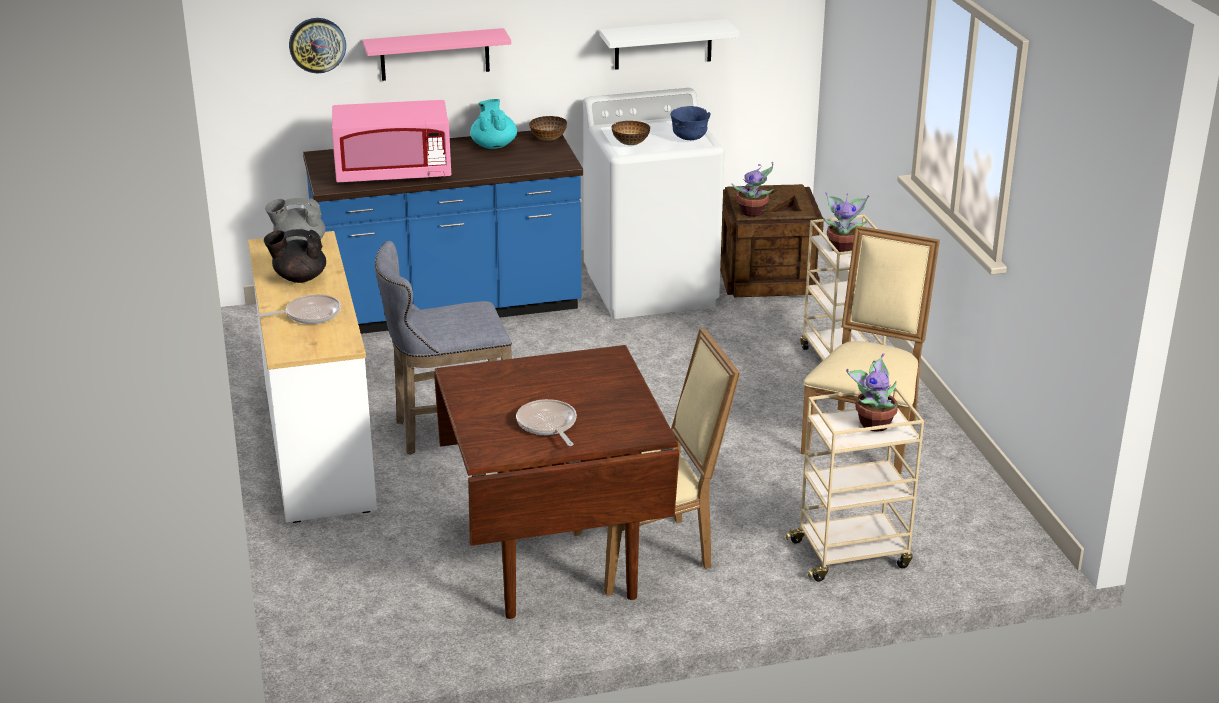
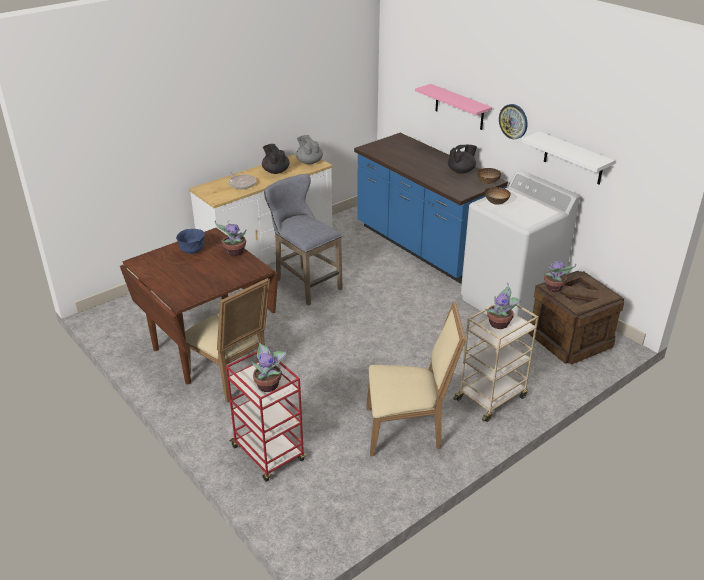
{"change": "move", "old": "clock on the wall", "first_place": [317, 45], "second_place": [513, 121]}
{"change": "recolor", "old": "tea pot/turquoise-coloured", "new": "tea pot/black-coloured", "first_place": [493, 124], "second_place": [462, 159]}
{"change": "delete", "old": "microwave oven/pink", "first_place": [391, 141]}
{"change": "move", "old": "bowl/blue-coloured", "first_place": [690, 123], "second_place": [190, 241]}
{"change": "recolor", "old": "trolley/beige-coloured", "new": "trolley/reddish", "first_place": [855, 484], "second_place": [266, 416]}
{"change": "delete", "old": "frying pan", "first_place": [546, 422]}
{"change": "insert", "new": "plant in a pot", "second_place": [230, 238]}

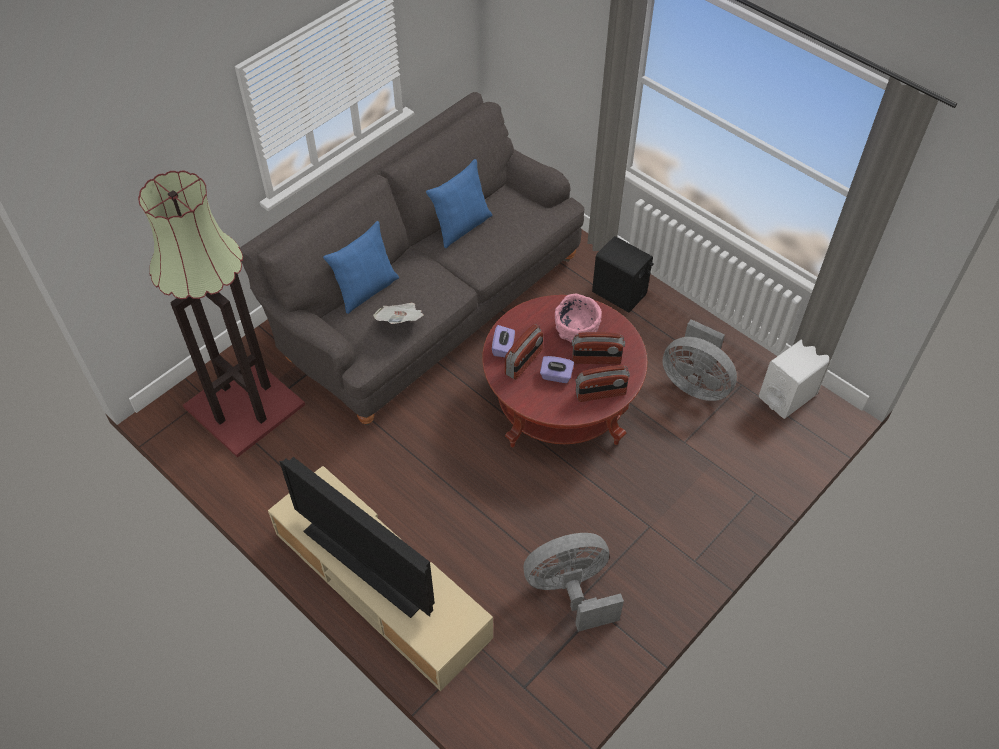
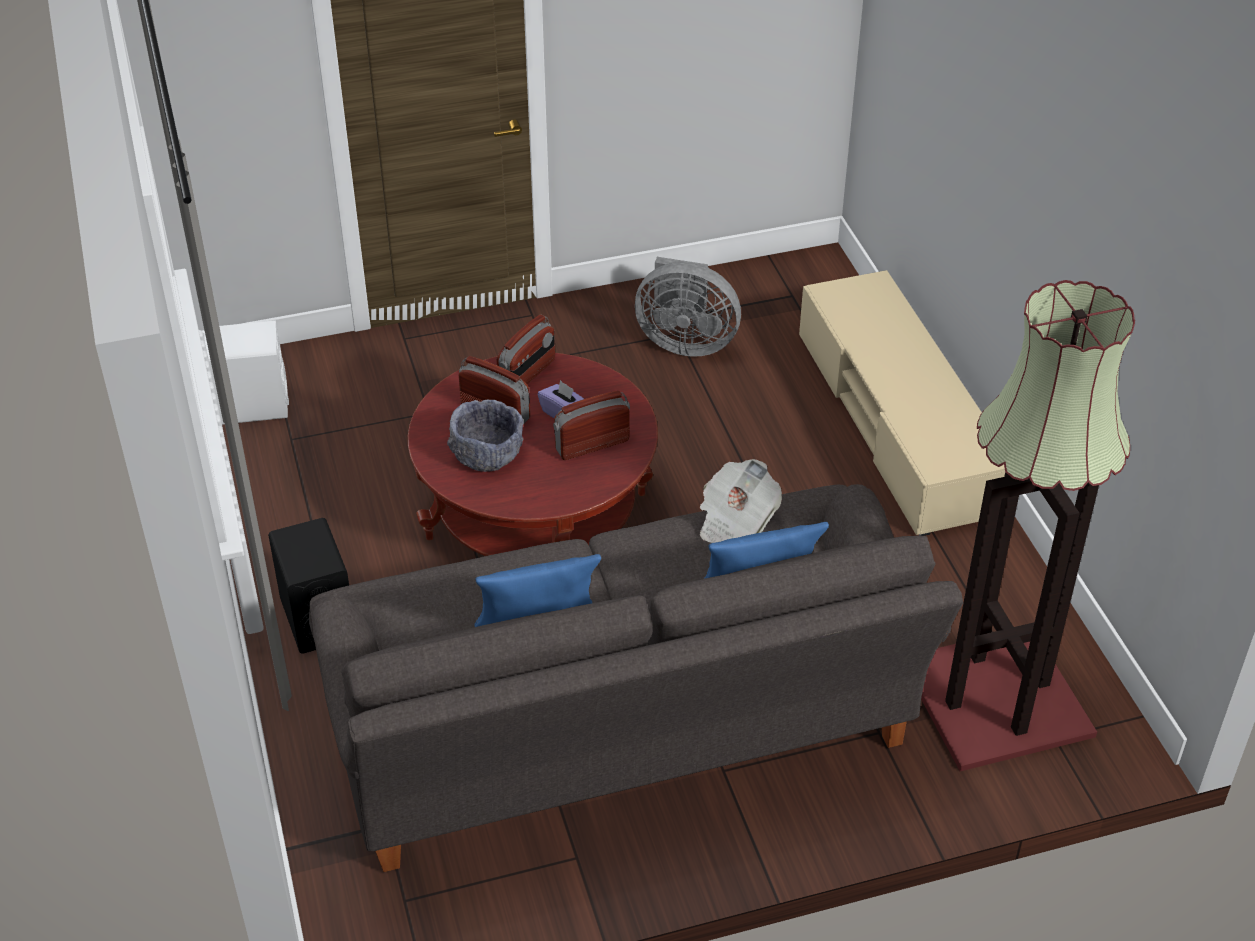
{"change": "recolor", "old": "bowl/pink", "new": "bowl/gray", "first_place": [578, 318], "second_place": [485, 435]}
{"change": "delete", "old": "electric fan/gray", "first_place": [699, 360]}
{"change": "delete", "old": "tissue box/purple-coloured", "first_place": [503, 341]}
{"change": "rotate", "old": "radio receiver", "first_place": [603, 383], "second_place": [525, 349], "degrees": 105}
{"change": "delete", "old": "TV set", "first_place": [357, 537]}

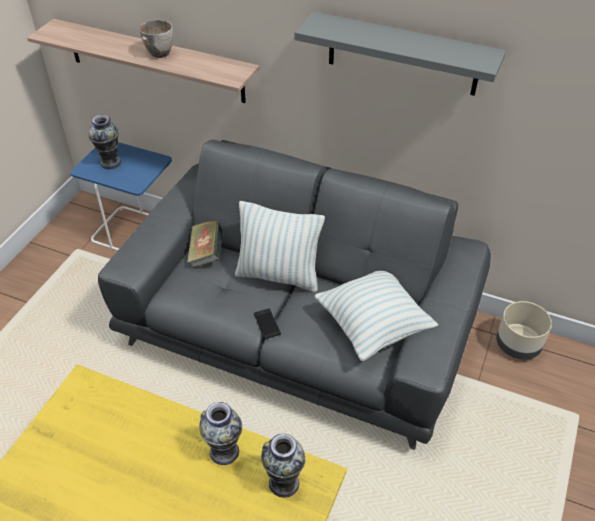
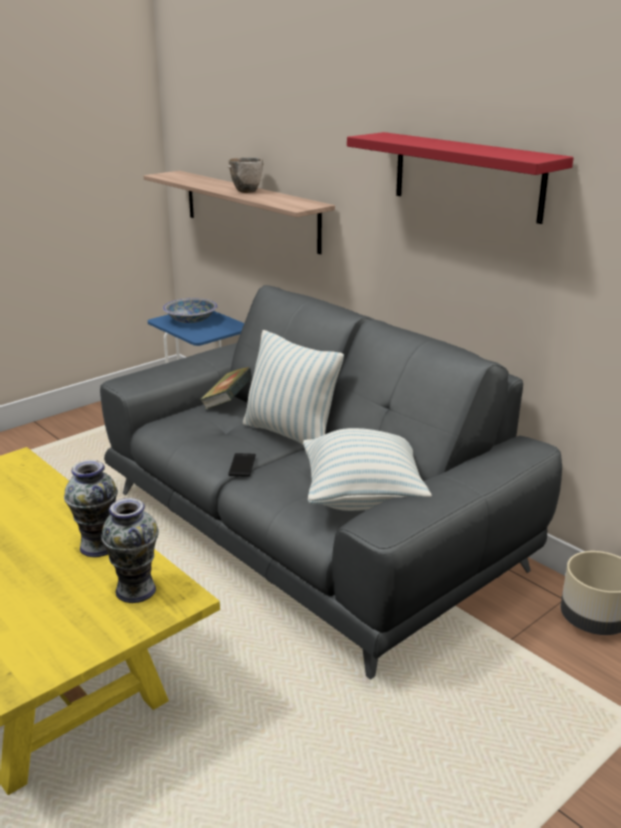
{"change": "recolor", "old": "bracket shelf/gray", "new": "bracket shelf/reddish", "first_place": [400, 54], "second_place": [460, 178]}
{"change": "replace", "old": "vase", "new": "bowl", "first_place": [105, 142], "second_place": [190, 310]}

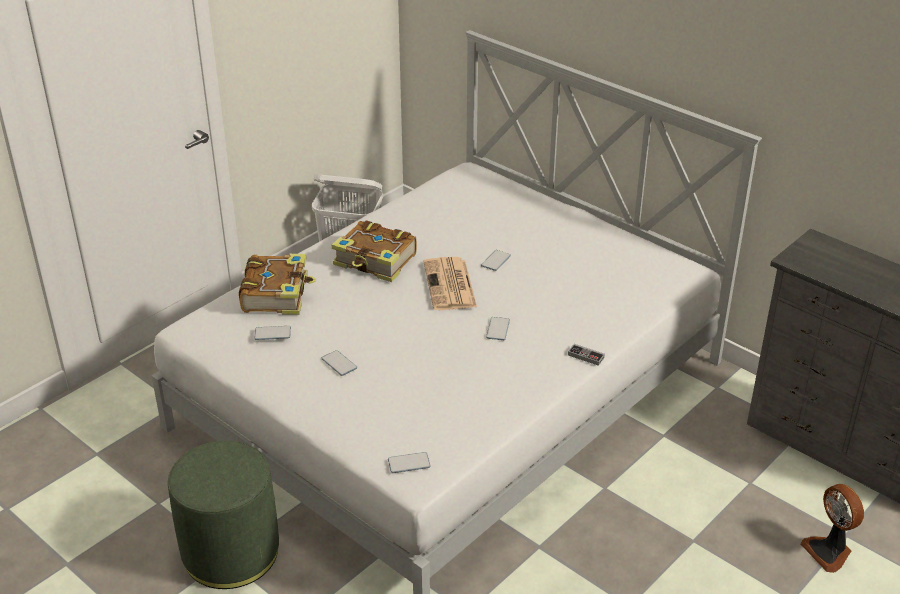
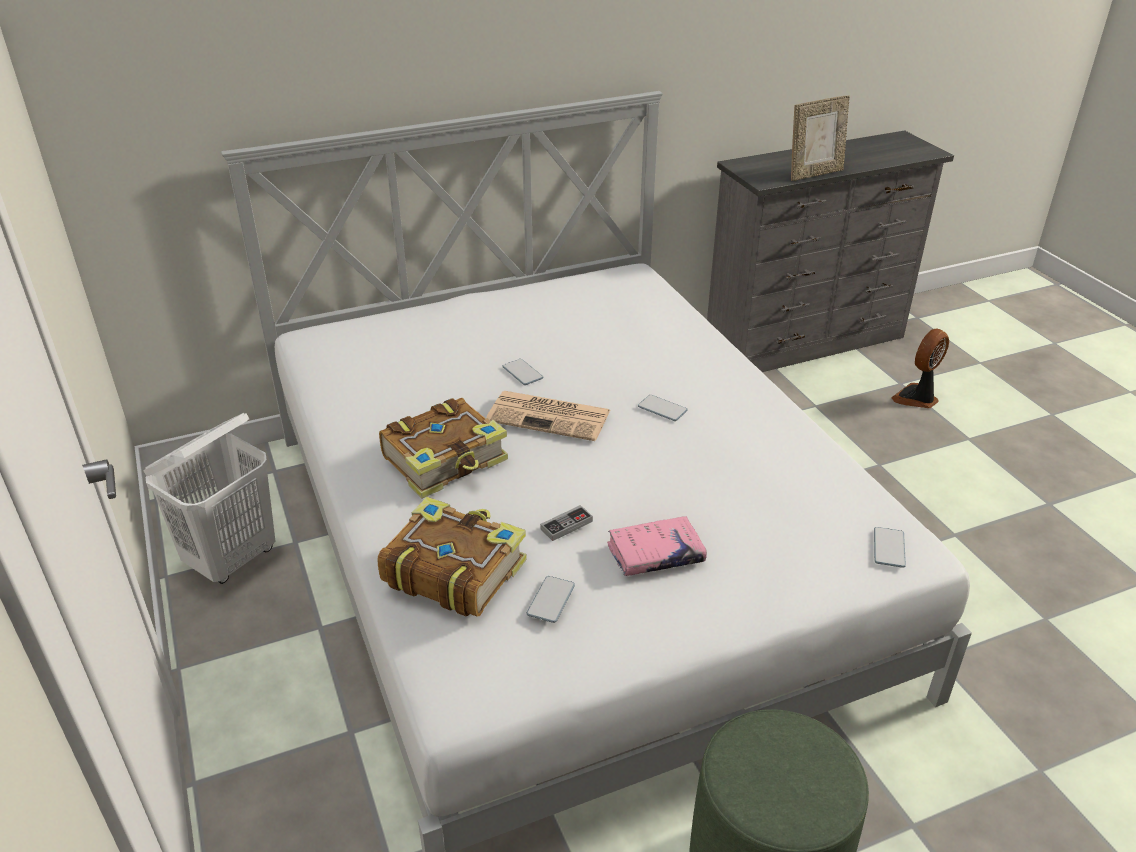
{"change": "move", "old": "joypad", "first_place": [586, 355], "second_place": [566, 523]}
{"change": "replace", "old": "phone", "new": "volume/pink", "first_place": [339, 363], "second_place": [657, 546]}
{"change": "rotate", "old": "electric fan", "first_place": [832, 528], "second_place": [920, 368], "degrees": 135}
{"change": "insert", "new": "standing frame", "second_place": [820, 138]}

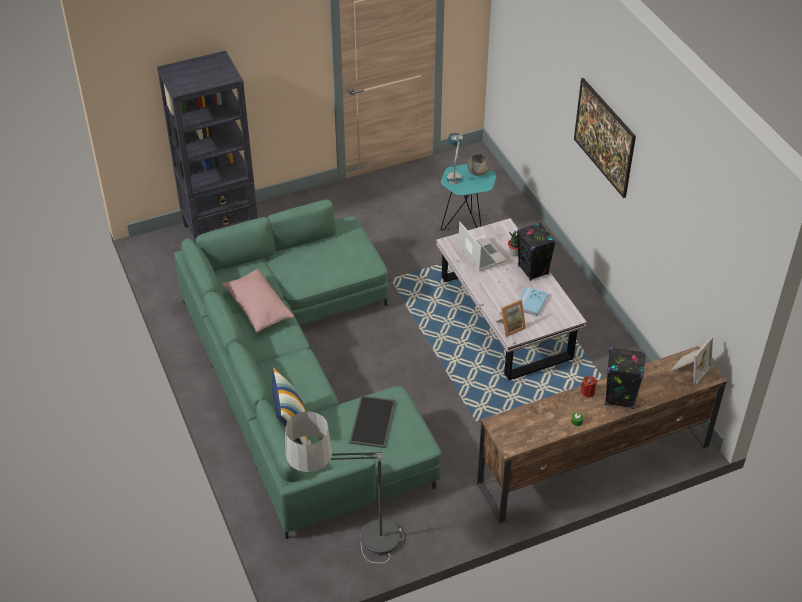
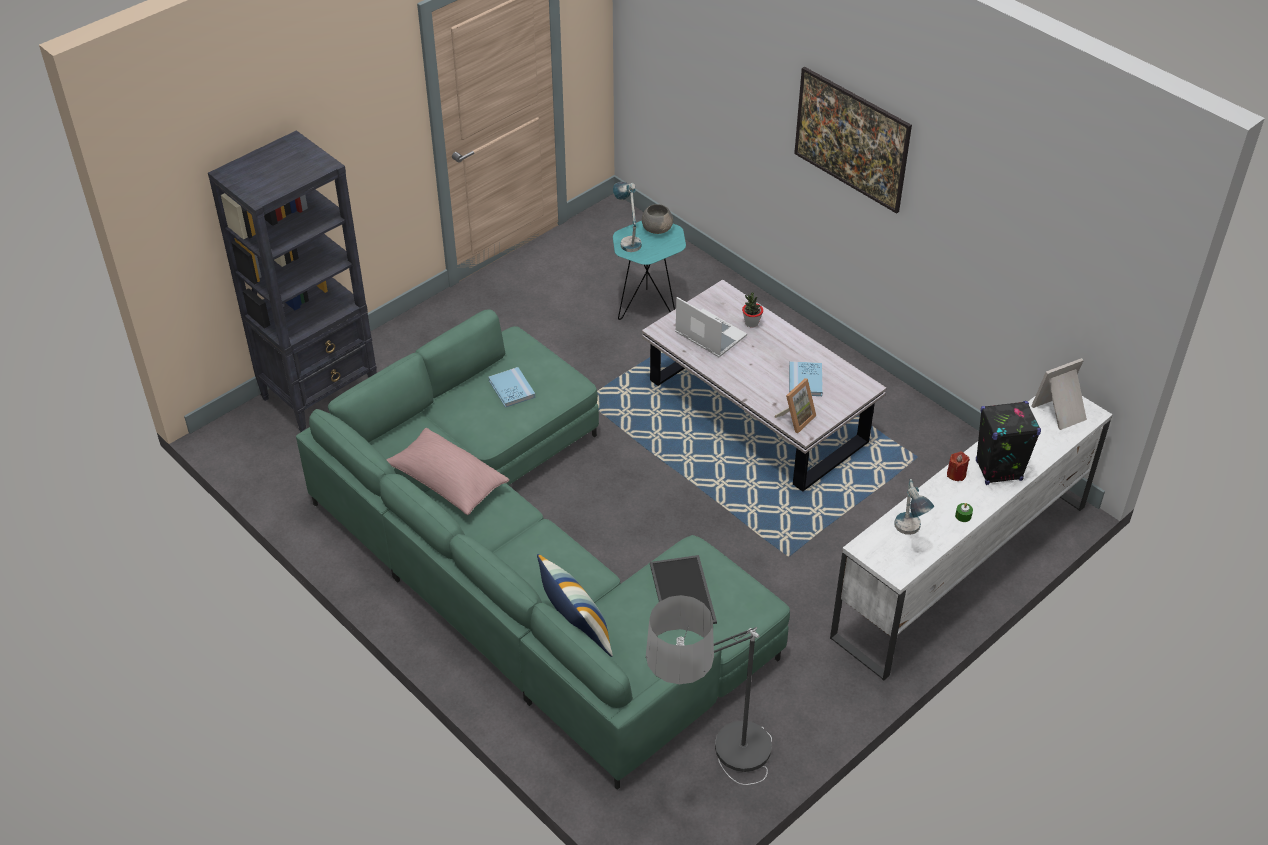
{"change": "delete", "old": "speaker/black-coloured", "first_place": [536, 251]}
{"change": "rotate", "old": "standing frame", "first_place": [691, 362], "second_place": [1059, 394], "degrees": -135}
{"change": "recolor", "old": "tv unit/brownish", "new": "tv unit/white", "first_place": [602, 434], "second_place": [971, 538]}
{"change": "insert", "new": "volume/blue-coloured", "second_place": [511, 387]}
{"change": "insert", "new": "table lamp", "second_place": [914, 507]}

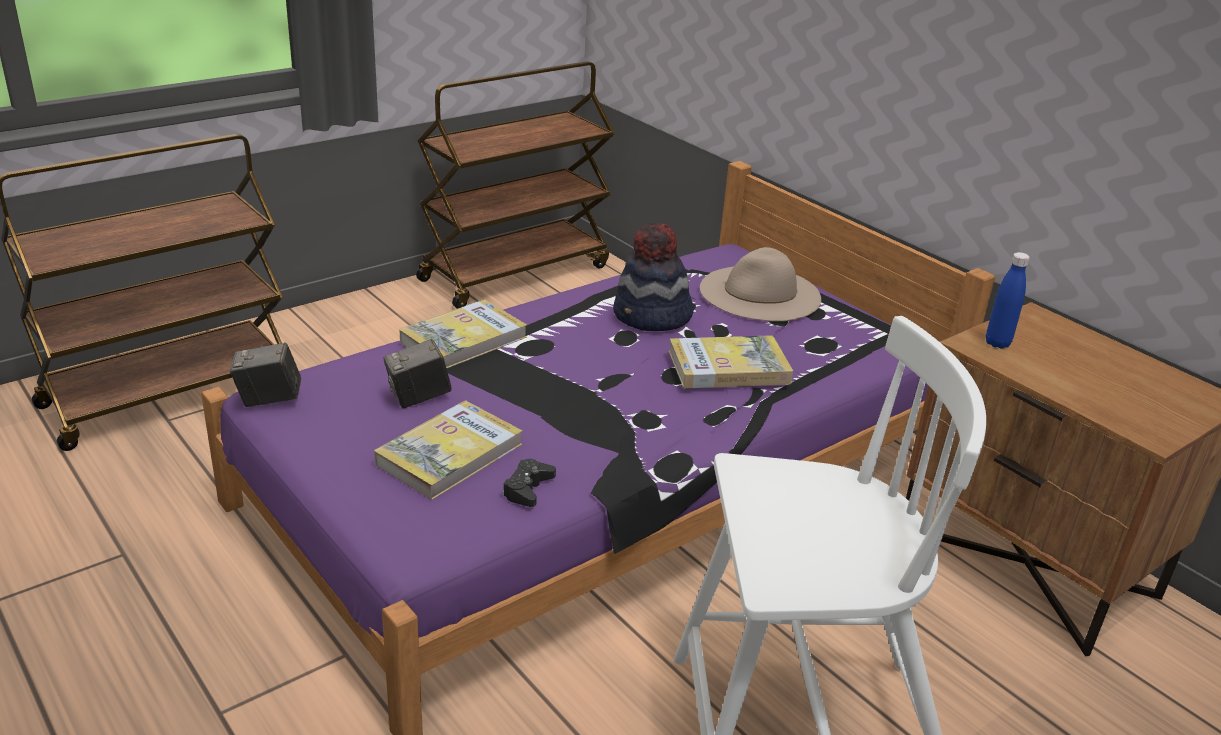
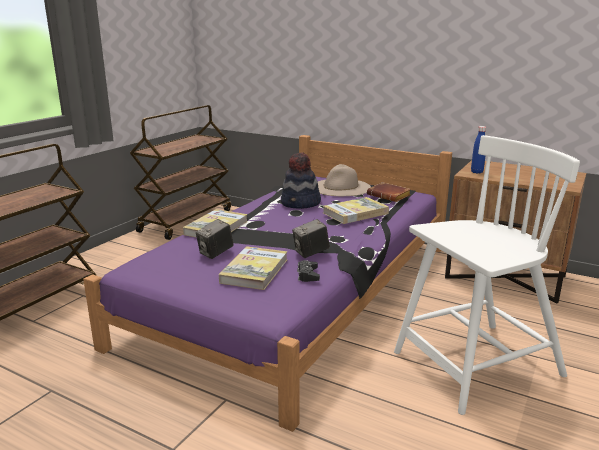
{"change": "move", "old": "photo camera", "first_place": [265, 374], "second_place": [311, 238]}
{"change": "insert", "new": "volume/brownish", "second_place": [389, 192]}

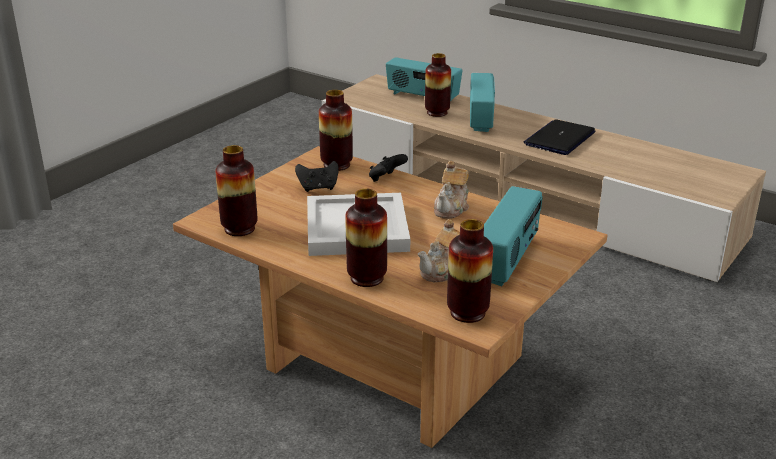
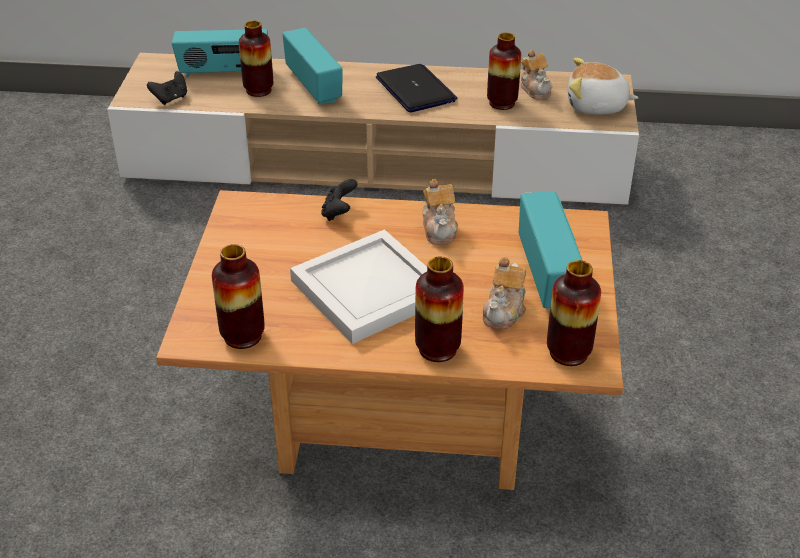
{"change": "move", "old": "vase", "first_place": [336, 130], "second_place": [504, 71]}
{"change": "rotate", "old": "portable computer", "first_place": [560, 137], "second_place": [416, 88], "degrees": 150}
{"change": "move", "old": "joypad/black-coloured", "first_place": [317, 176], "second_place": [167, 88]}
{"change": "insert", "new": "tea pot", "second_place": [536, 75]}
{"change": "insert", "new": "soft toy", "second_place": [603, 86]}

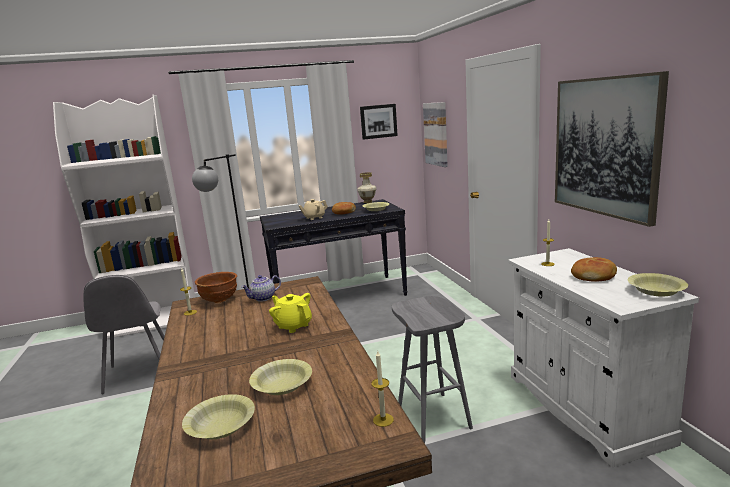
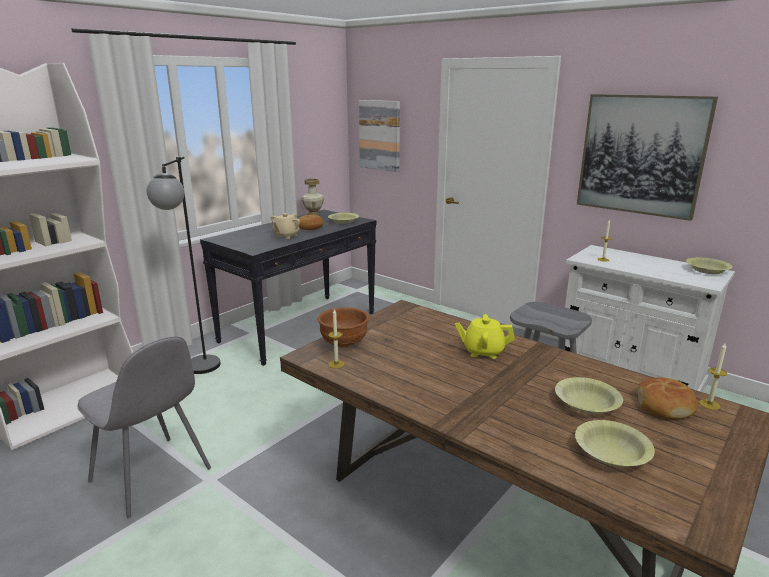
{"change": "delete", "old": "picture", "first_place": [379, 122]}
{"change": "move", "old": "bakery bread", "first_place": [594, 269], "second_place": [667, 398]}
{"change": "delete", "old": "tea pot", "first_place": [261, 288]}

